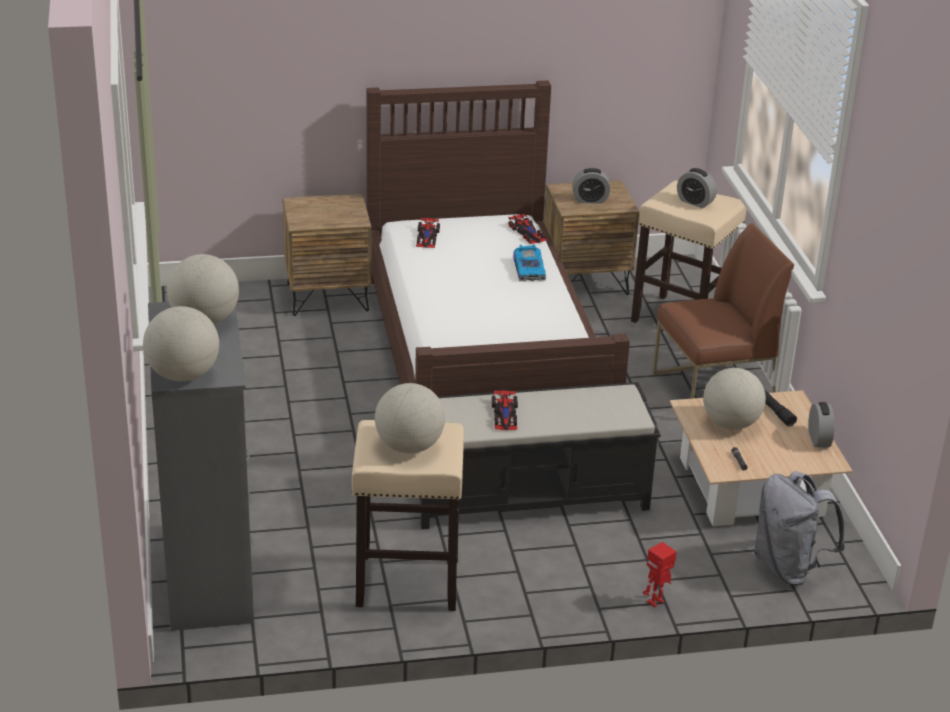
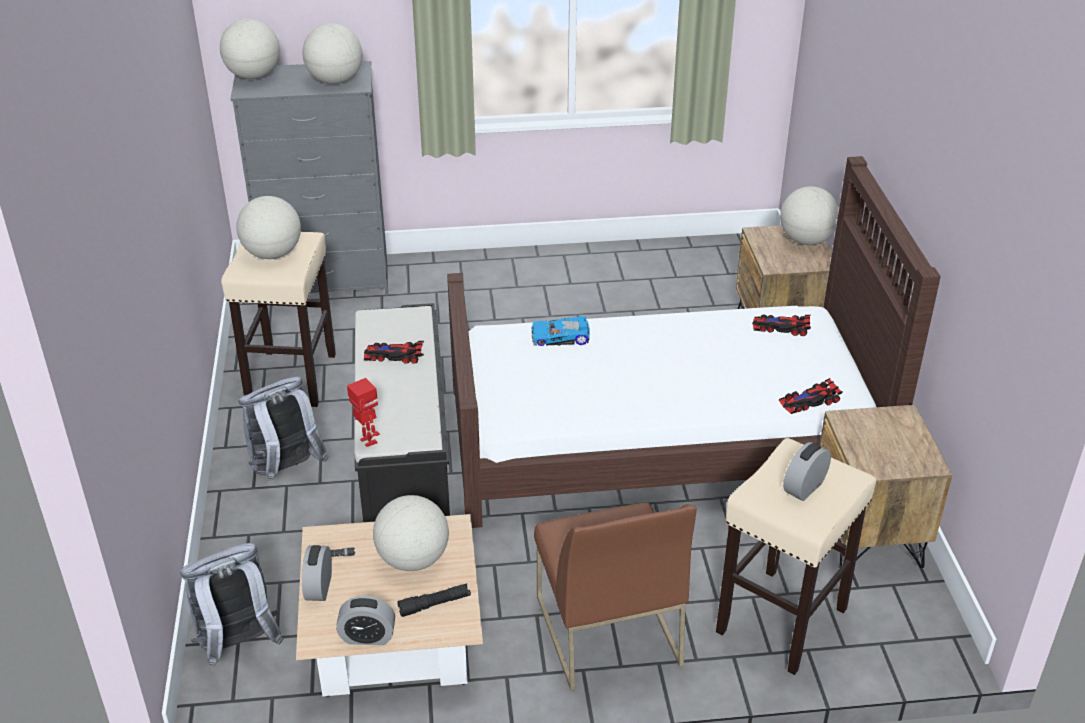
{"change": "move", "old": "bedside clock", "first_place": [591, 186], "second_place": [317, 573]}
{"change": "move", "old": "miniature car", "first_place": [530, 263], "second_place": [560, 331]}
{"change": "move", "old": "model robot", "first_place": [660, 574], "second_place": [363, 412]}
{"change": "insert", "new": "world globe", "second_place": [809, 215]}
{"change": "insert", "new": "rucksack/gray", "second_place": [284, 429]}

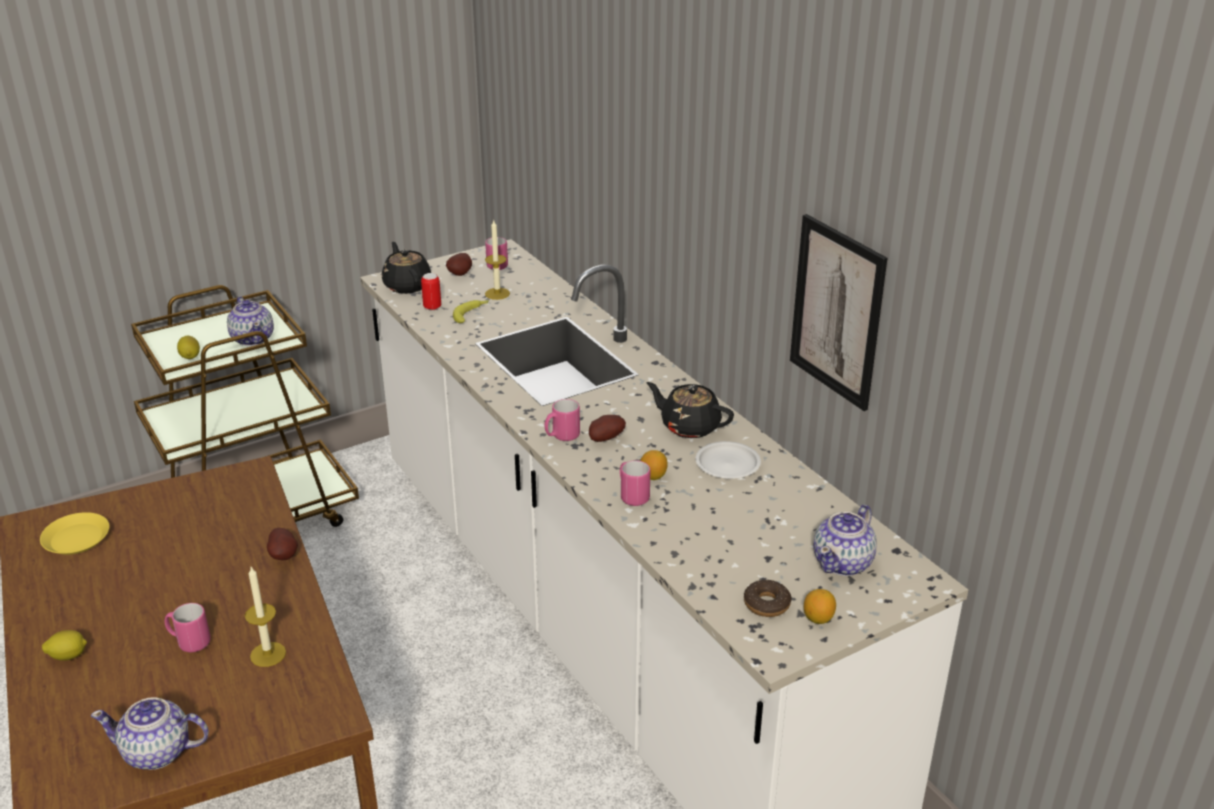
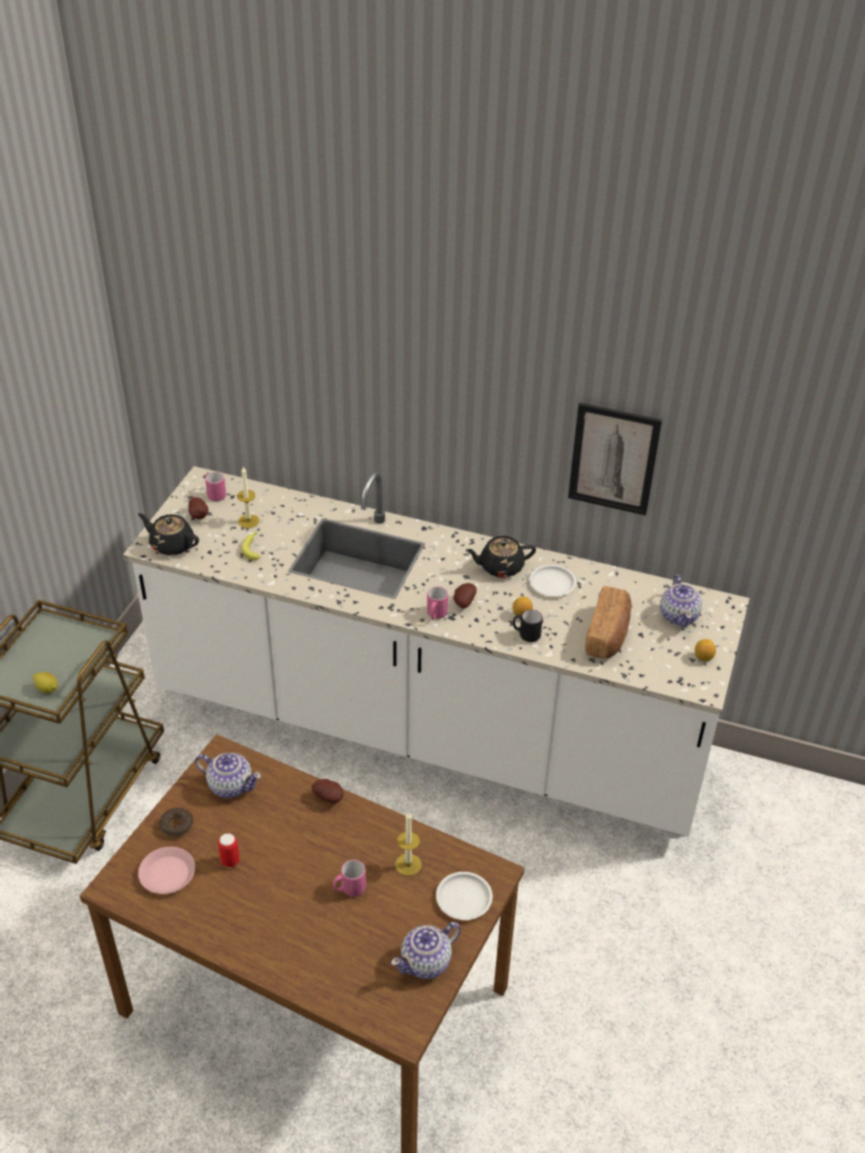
{"change": "move", "old": "metal can", "first_place": [431, 291], "second_place": [229, 850]}
{"change": "move", "old": "tea pot", "first_place": [250, 321], "second_place": [228, 775]}
{"change": "recolor", "old": "tea mug/pink", "new": "tea mug/black-coloured", "first_place": [635, 483], "second_place": [528, 626]}
{"change": "recolor", "old": "flat dish/yellow", "new": "flat dish/pink", "first_place": [74, 533], "second_place": [166, 870]}
{"change": "move", "old": "doughnut", "first_place": [768, 598], "second_place": [176, 823]}
{"change": "delete", "old": "citrus fruit", "first_place": [64, 645]}
{"change": "insert", "new": "bakery bread", "second_place": [608, 622]}
{"change": "insert", "new": "flat dish/white", "second_place": [464, 896]}

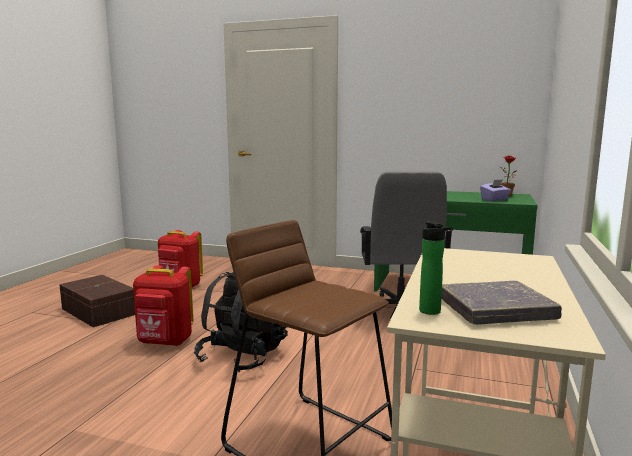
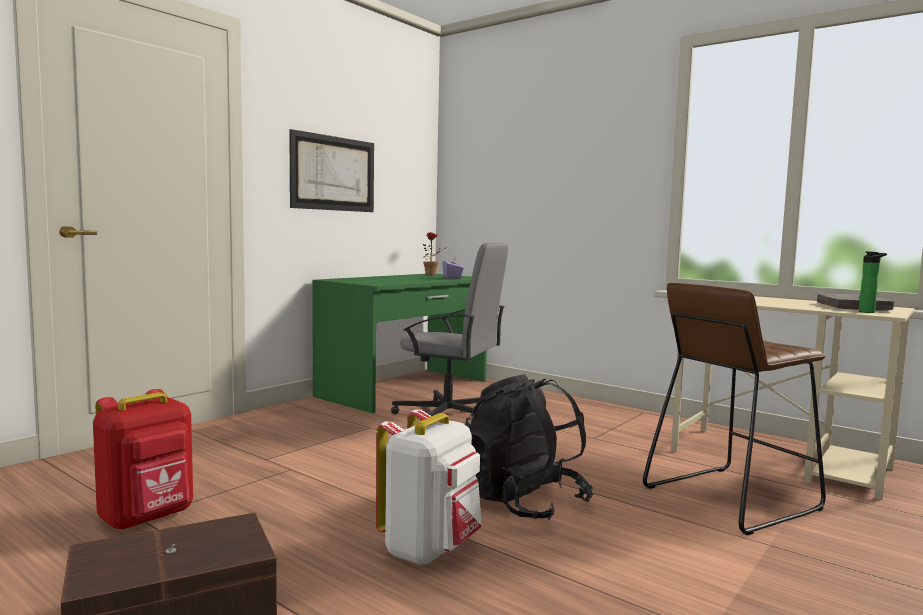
{"change": "recolor", "old": "rucksack/reddish", "new": "rucksack/white", "first_place": [163, 305], "second_place": [429, 487]}
{"change": "insert", "new": "picture", "second_place": [331, 170]}

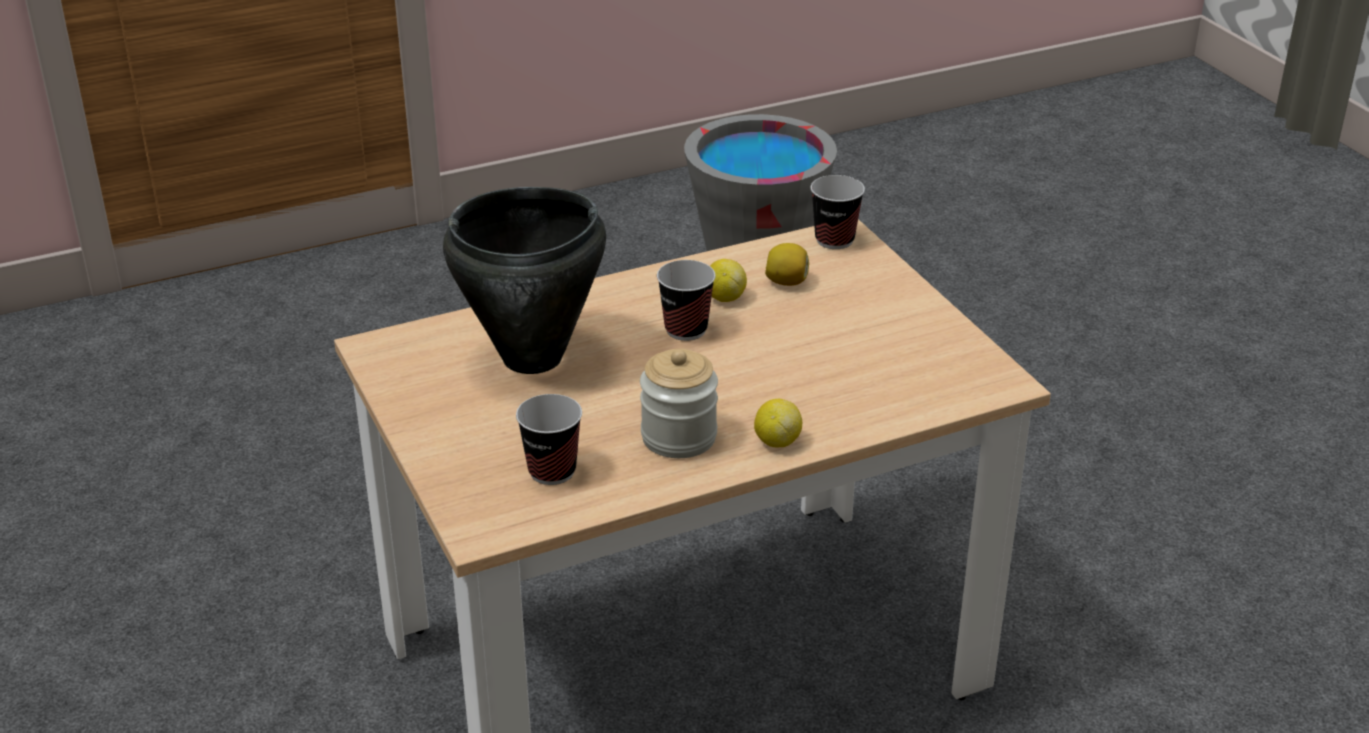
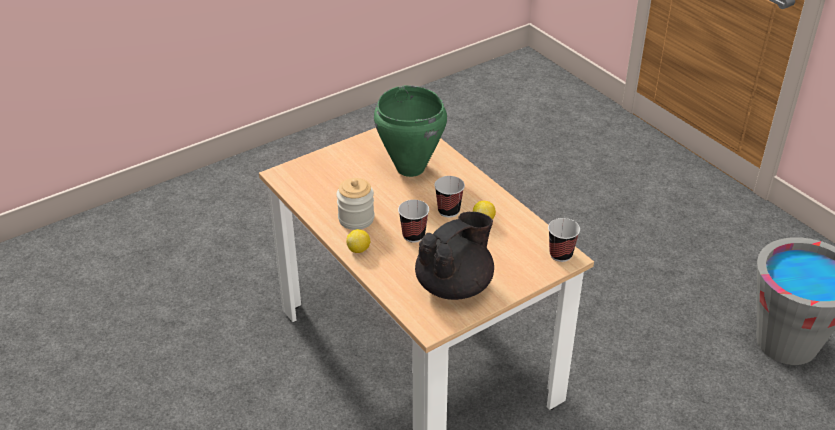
{"change": "recolor", "old": "saucepot/black-coloured", "new": "saucepot/green", "first_place": [524, 280], "second_place": [410, 131]}
{"change": "delete", "old": "citrus fruit", "first_place": [787, 264]}
{"change": "move", "old": "drinking cup", "first_place": [549, 439], "second_place": [413, 221]}
{"change": "insert", "new": "tea pot/black-coloured", "second_place": [454, 256]}

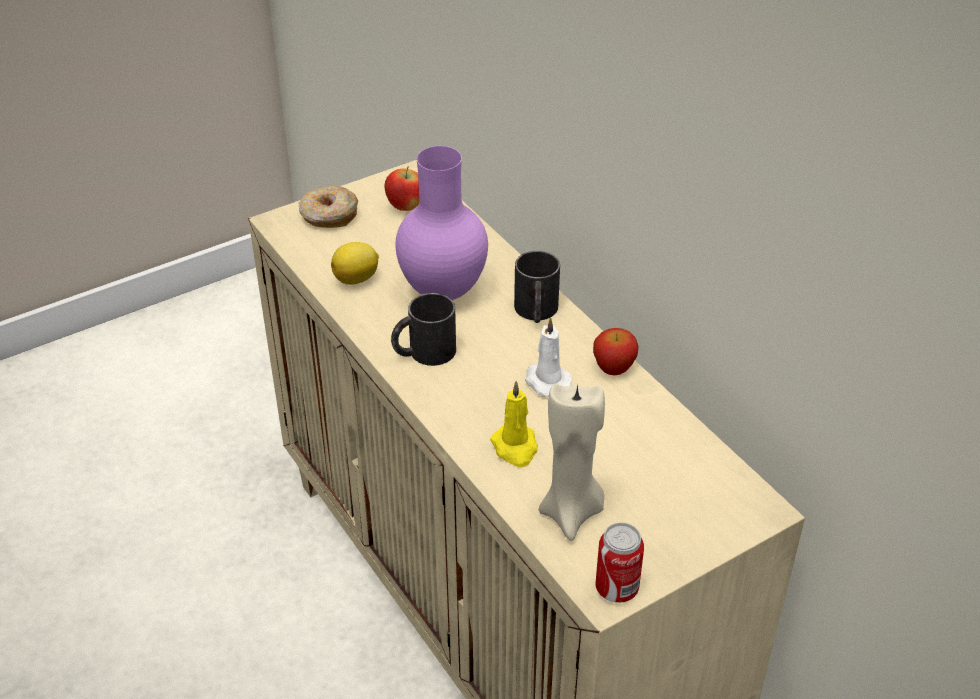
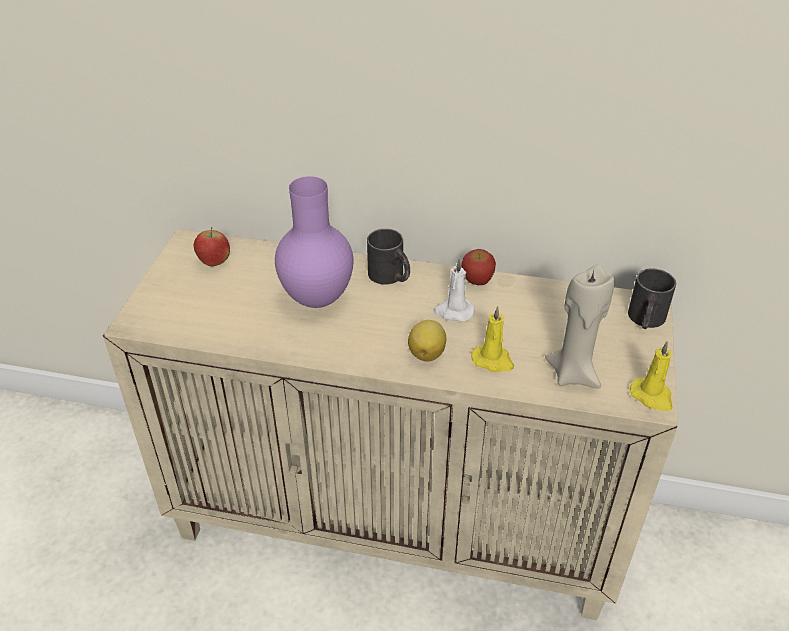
{"change": "delete", "old": "doughnut", "first_place": [328, 207]}
{"change": "move", "old": "citrus fruit", "first_place": [355, 263], "second_place": [427, 341]}
{"change": "move", "old": "tea mug/black-coloured", "first_place": [423, 329], "second_place": [652, 298]}
{"change": "replace", "old": "metal can", "new": "wax light/yellow", "first_place": [620, 562], "second_place": [651, 376]}

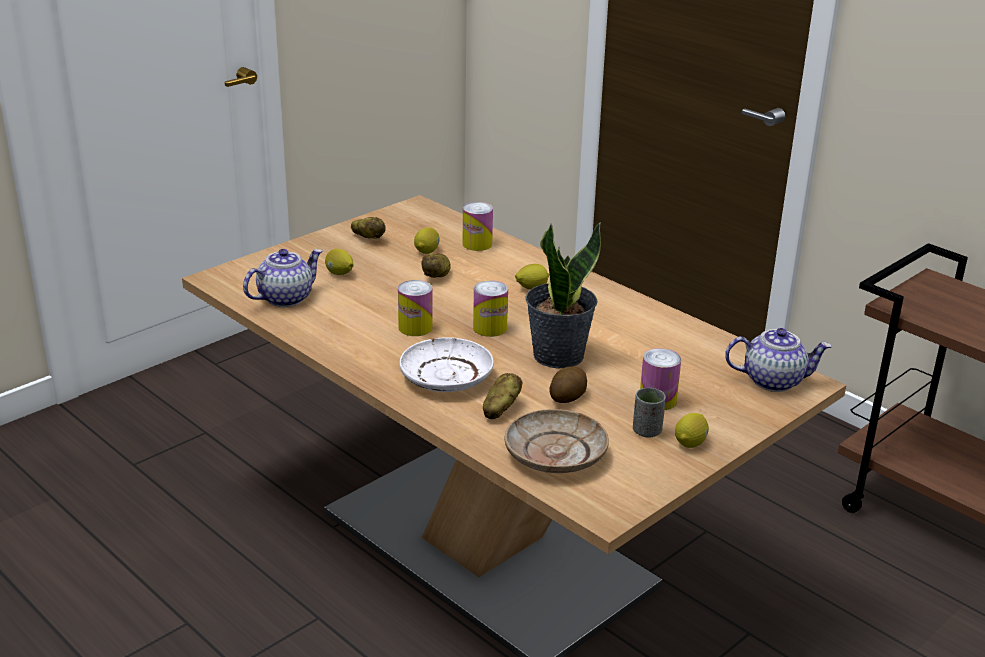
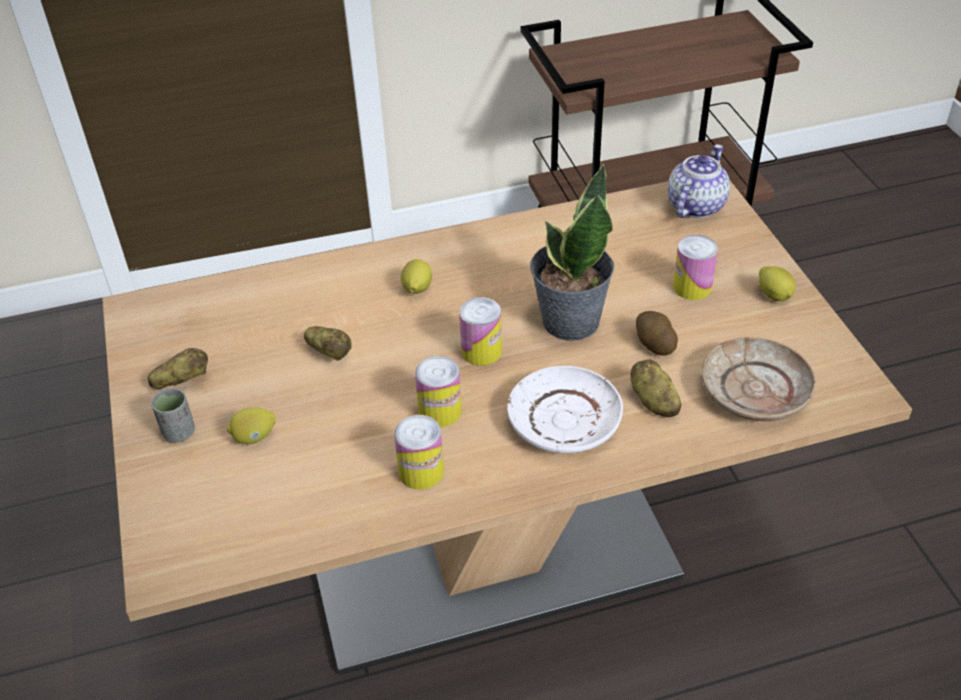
{"change": "move", "old": "metal can", "first_place": [477, 226], "second_place": [419, 452]}
{"change": "delete", "old": "citrus fruit", "first_place": [427, 240]}
{"change": "delete", "old": "tea pot", "first_place": [283, 278]}
{"change": "move", "old": "drinking cup/gray", "first_place": [649, 413], "second_place": [173, 415]}

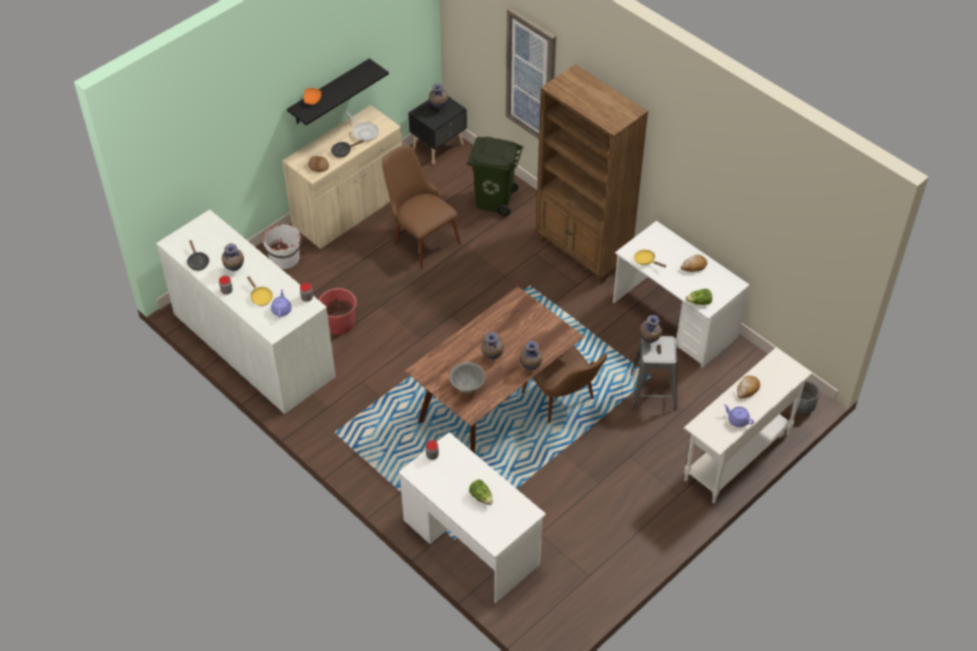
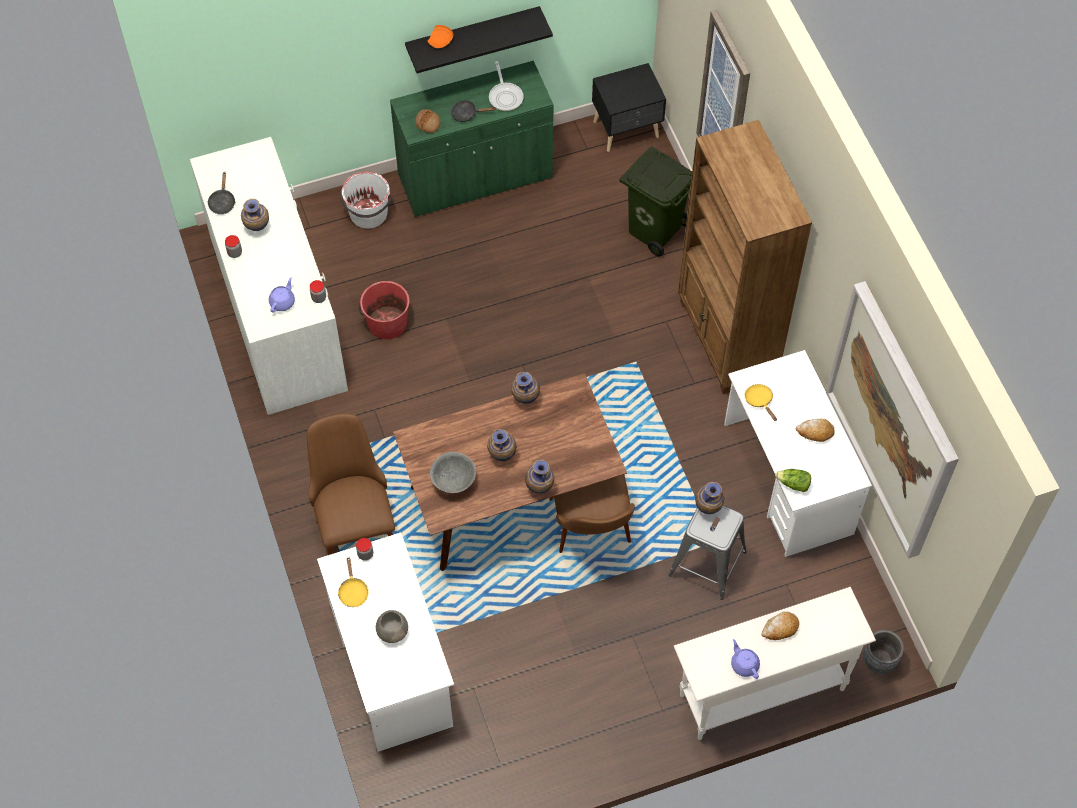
{"change": "move", "old": "vase", "first_place": [438, 96], "second_place": [525, 388]}
{"change": "recolor", "old": "cabinet/beige-coloured", "new": "cabinet/green", "first_place": [342, 177], "second_place": [471, 138]}
{"change": "move", "old": "chair/brownish", "first_place": [421, 207], "second_place": [351, 484]}
{"change": "move", "old": "frying pan/yellow", "first_place": [260, 291], "second_place": [353, 582]}
{"change": "replace", "old": "lettuce", "new": "bowl/gray", "first_place": [481, 492], "second_place": [392, 626]}
{"change": "insert", "new": "picture", "second_place": [892, 419]}

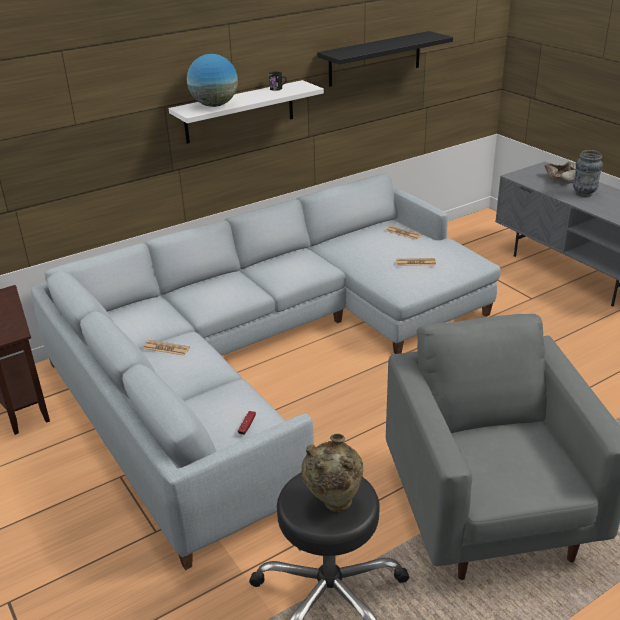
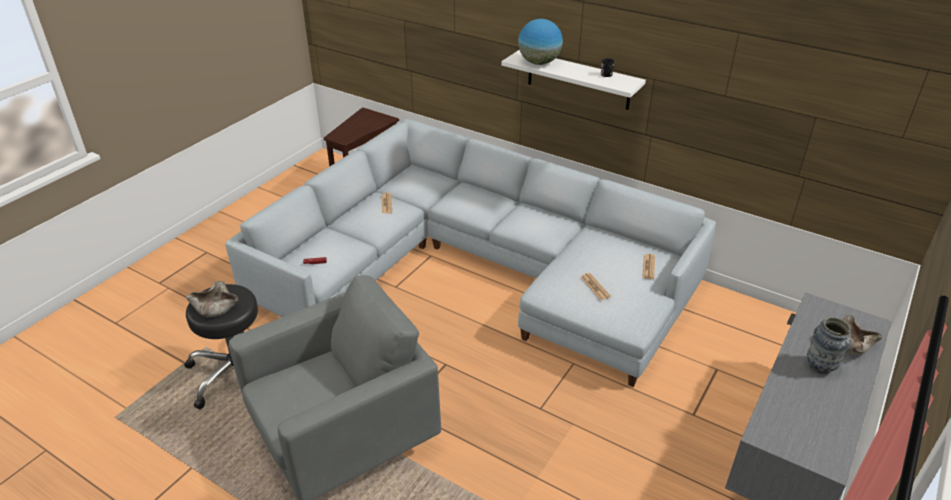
{"change": "delete", "old": "bracket shelf/black-coloured", "first_place": [385, 59]}
{"change": "replace", "old": "vase/beige-coloured", "new": "bowl/beige-coloured", "first_place": [332, 473], "second_place": [212, 299]}

